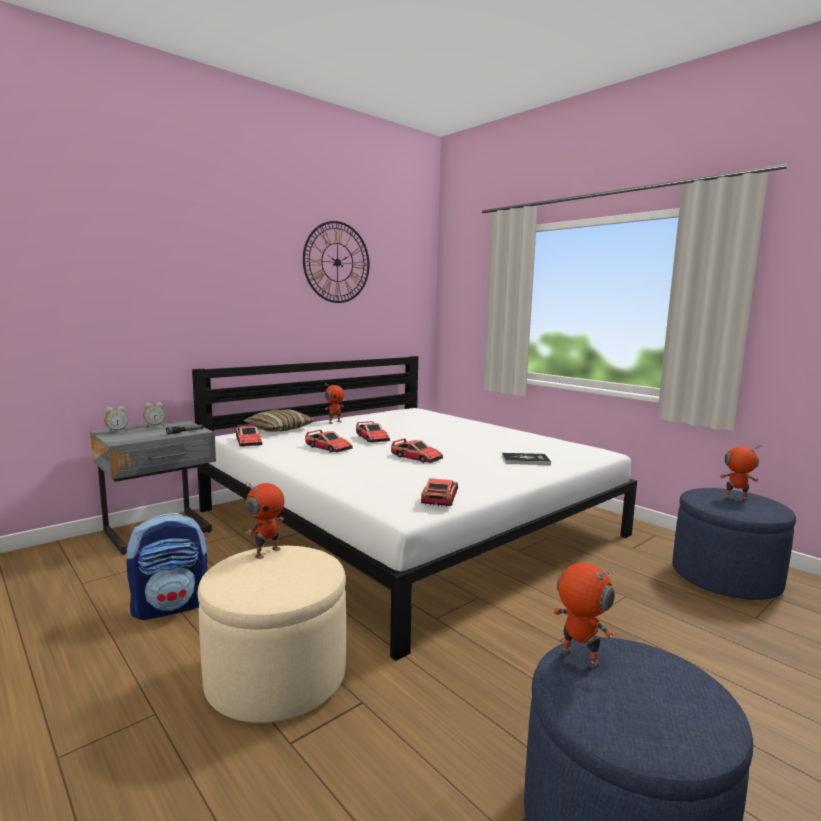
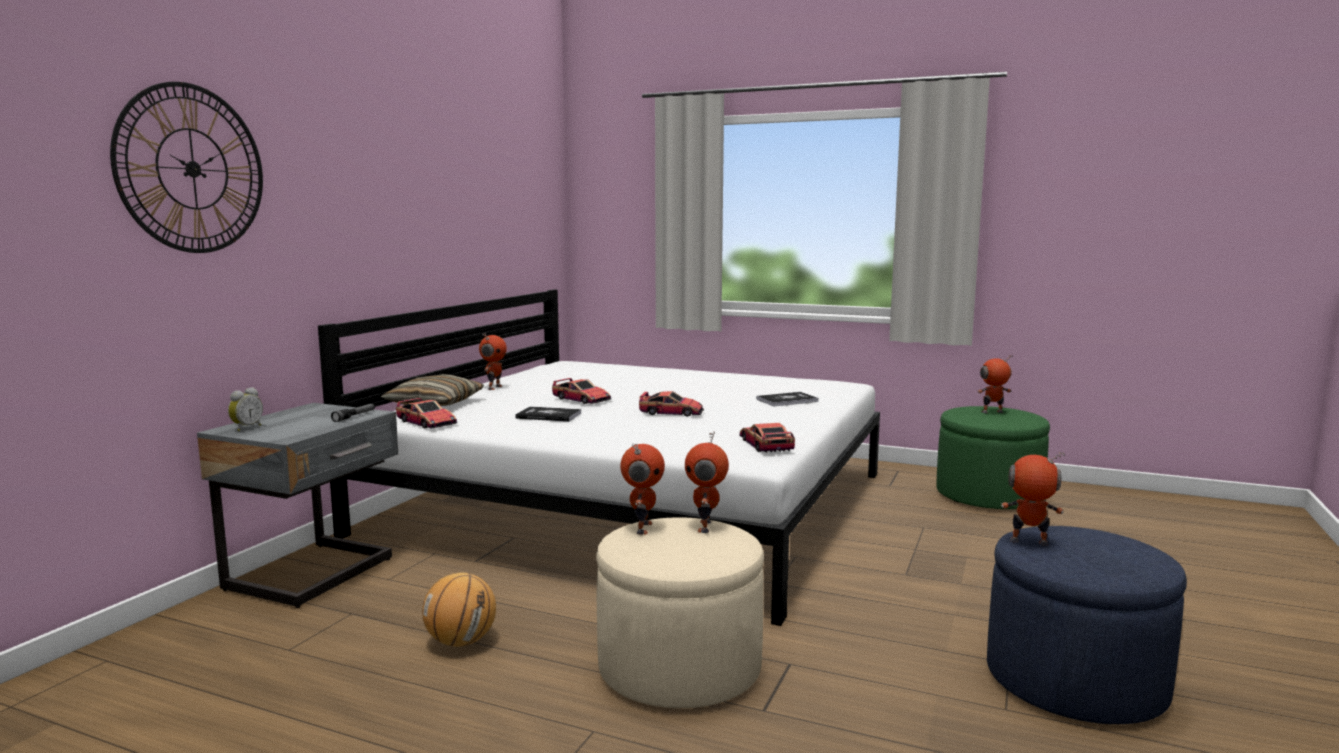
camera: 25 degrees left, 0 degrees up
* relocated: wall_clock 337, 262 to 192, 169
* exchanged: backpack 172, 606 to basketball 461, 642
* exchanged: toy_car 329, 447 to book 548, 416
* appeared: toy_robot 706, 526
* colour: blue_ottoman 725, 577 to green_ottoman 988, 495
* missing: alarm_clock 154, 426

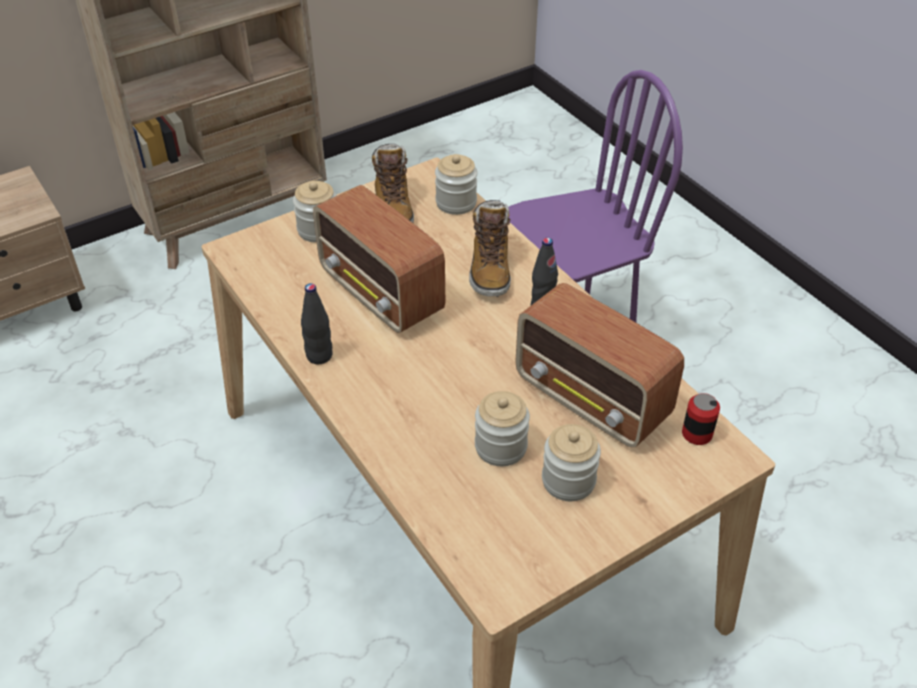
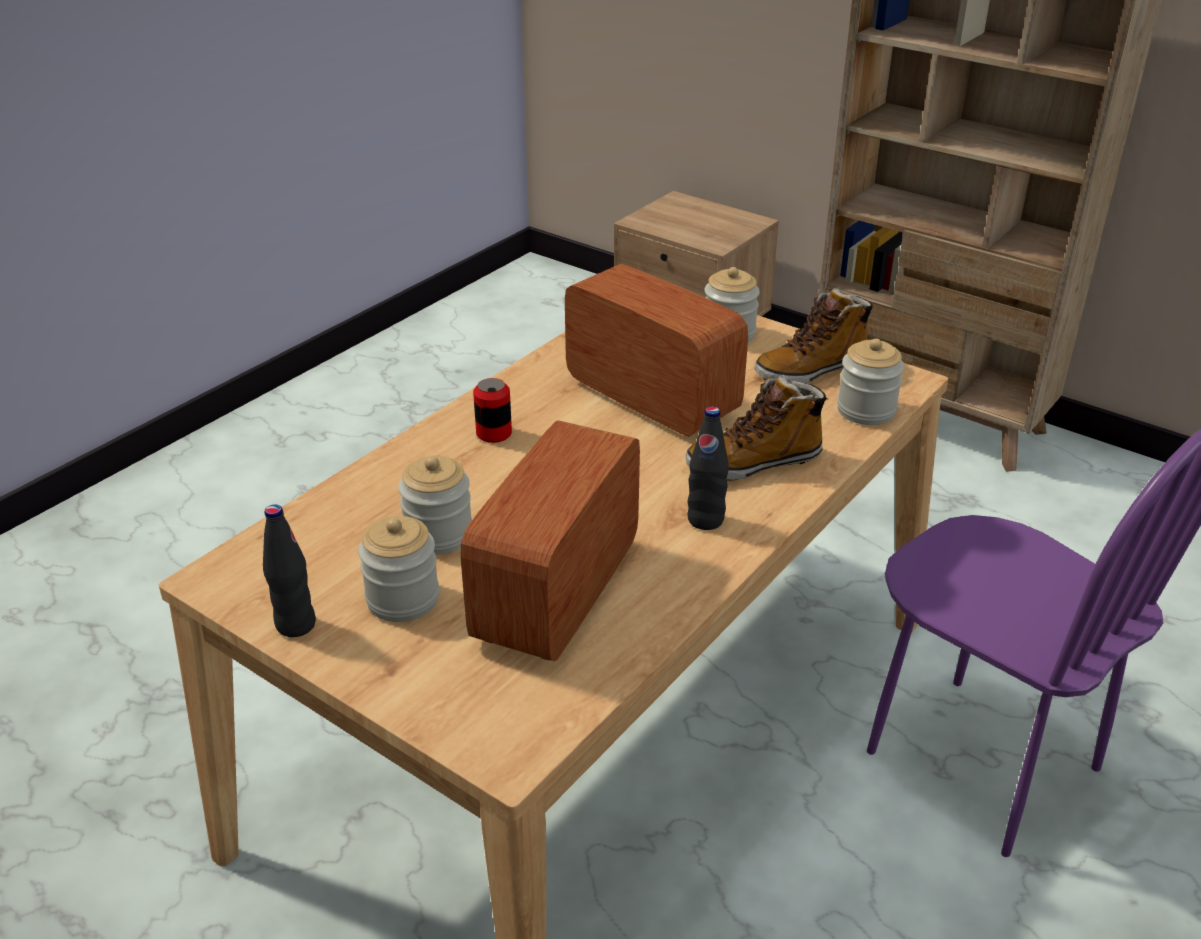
camera: 70 degrees right, 10 degrees down
* relocated: black_bottle 319, 356 to 295, 625
* relocated: can 697, 434 to 494, 433
* spun: radio 382, 294 = 650, 398 105 degrees clockwise

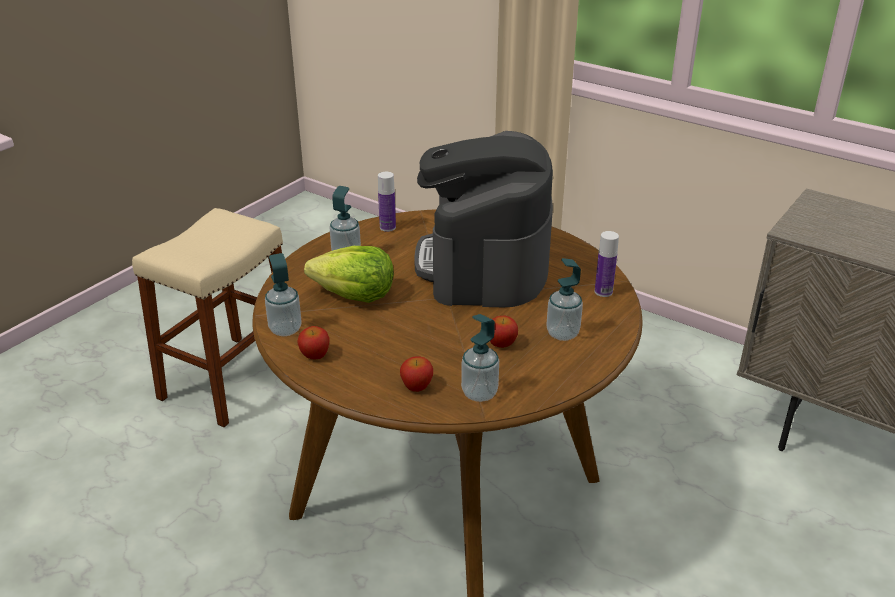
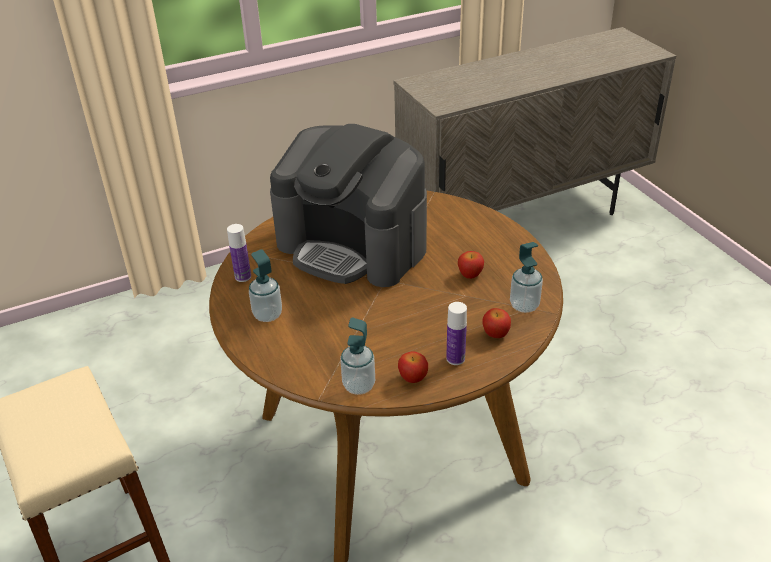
camera: 60 degrees left, 5 degrees up
* relocated: bottle 603, 292 to 455, 358
* missing: lettuce 355, 295
* missing: soap_dispenser 562, 333

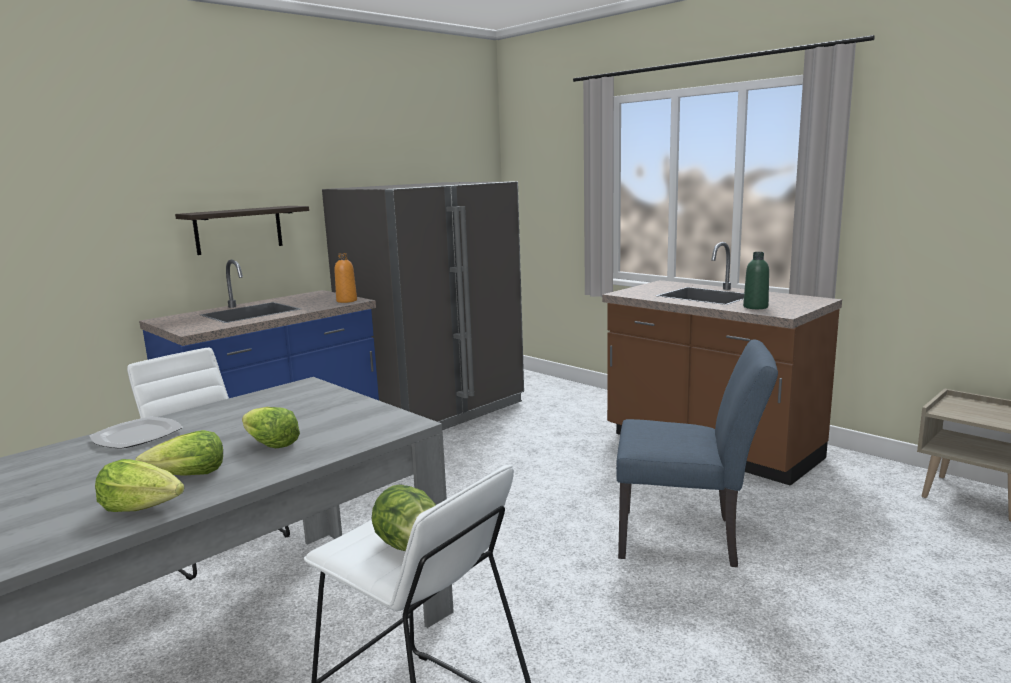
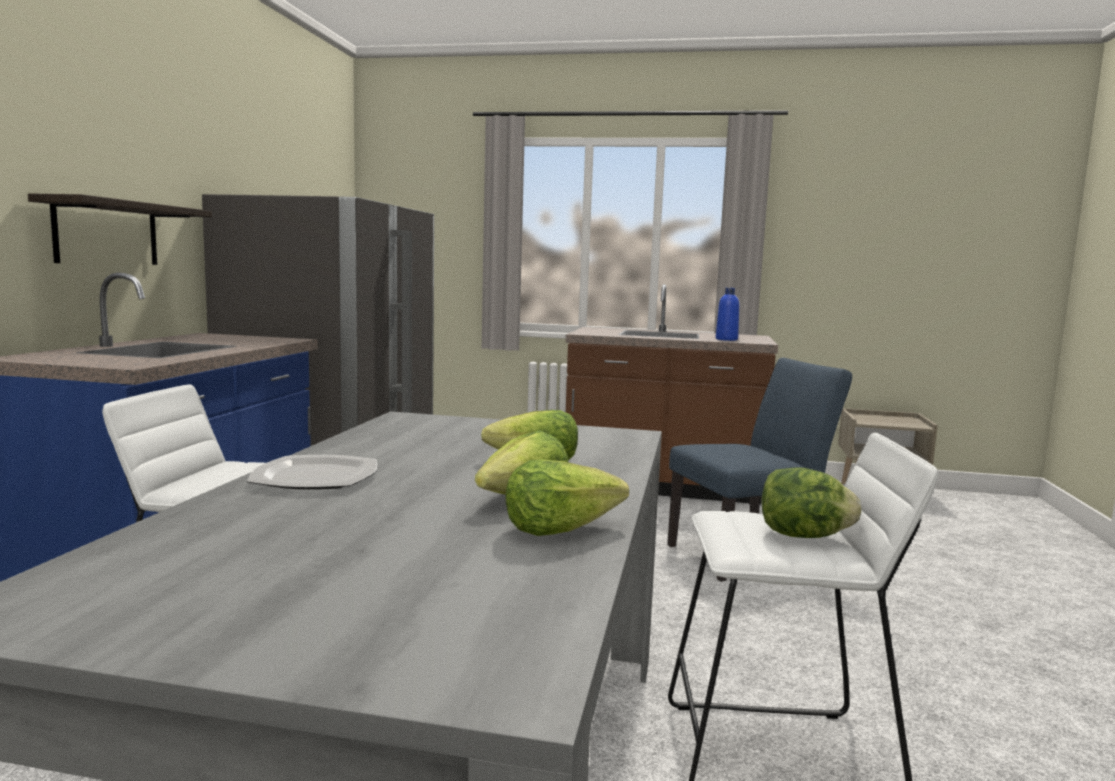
camera: 35 degrees left, 5 degrees down
* colour: green_bottle 755, 307 to blue_bottle 726, 339
* missing: orange_bottle 346, 301

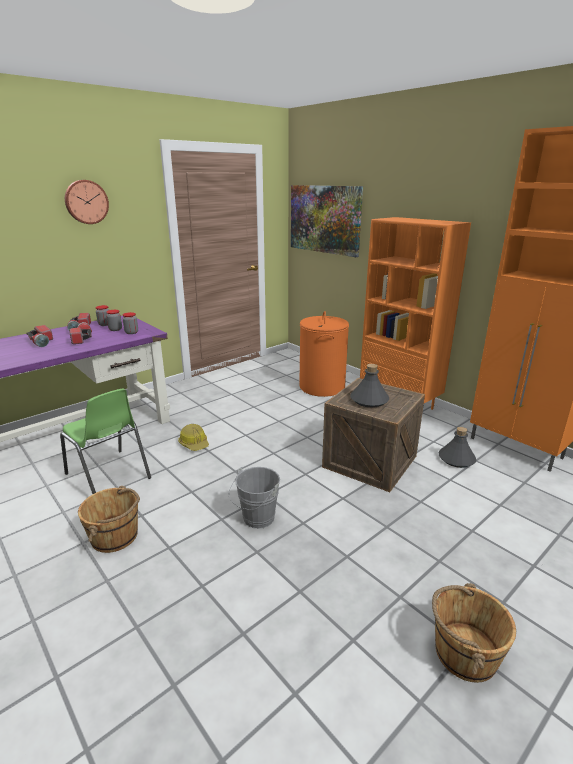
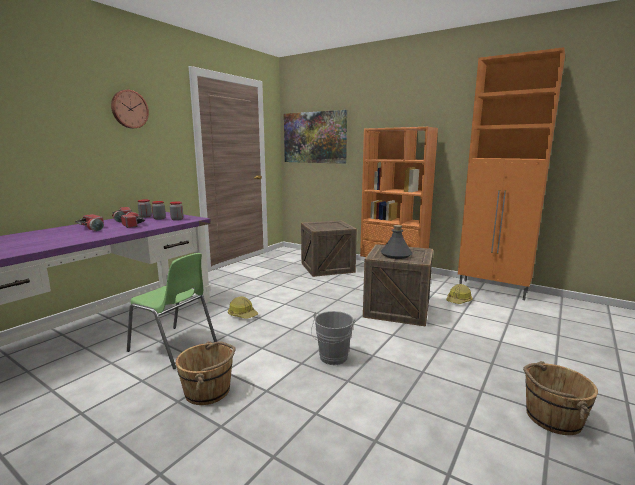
camera: 15 degrees left, 10 degrees down
* exchanged: orange_laundry_basket 321, 387 to crate 327, 267
* exchanged: grey_bottle 456, 459 to hard_hat 458, 300

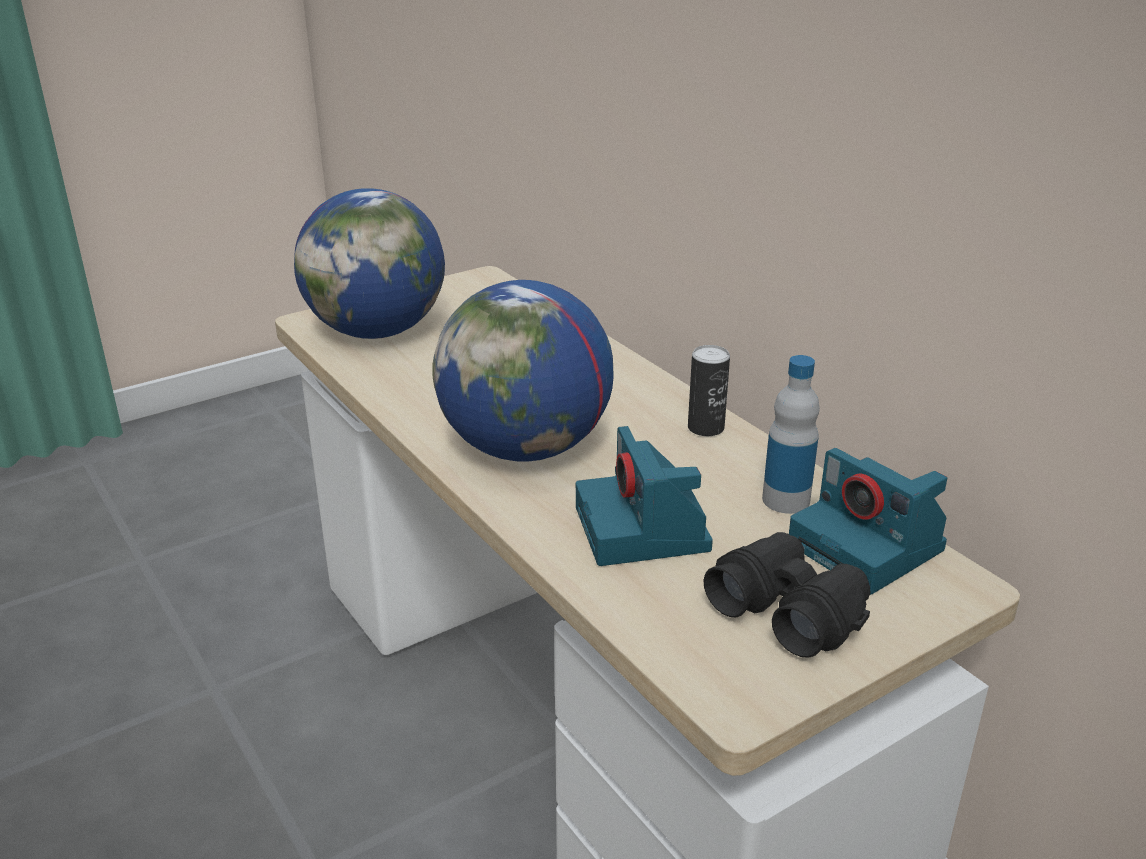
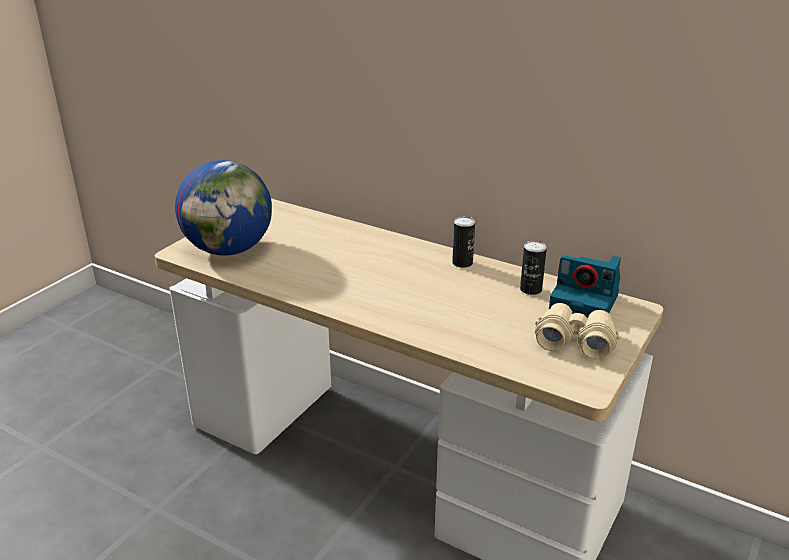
camera: 25 degrees left, 0 degrees up
* exchanged: bottle 786, 500 to can 530, 289
* colour: black_binoculars 788, 610 to beige_binoculars 574, 340
* missing: globe 526, 448
* missing: photo_camera 644, 530

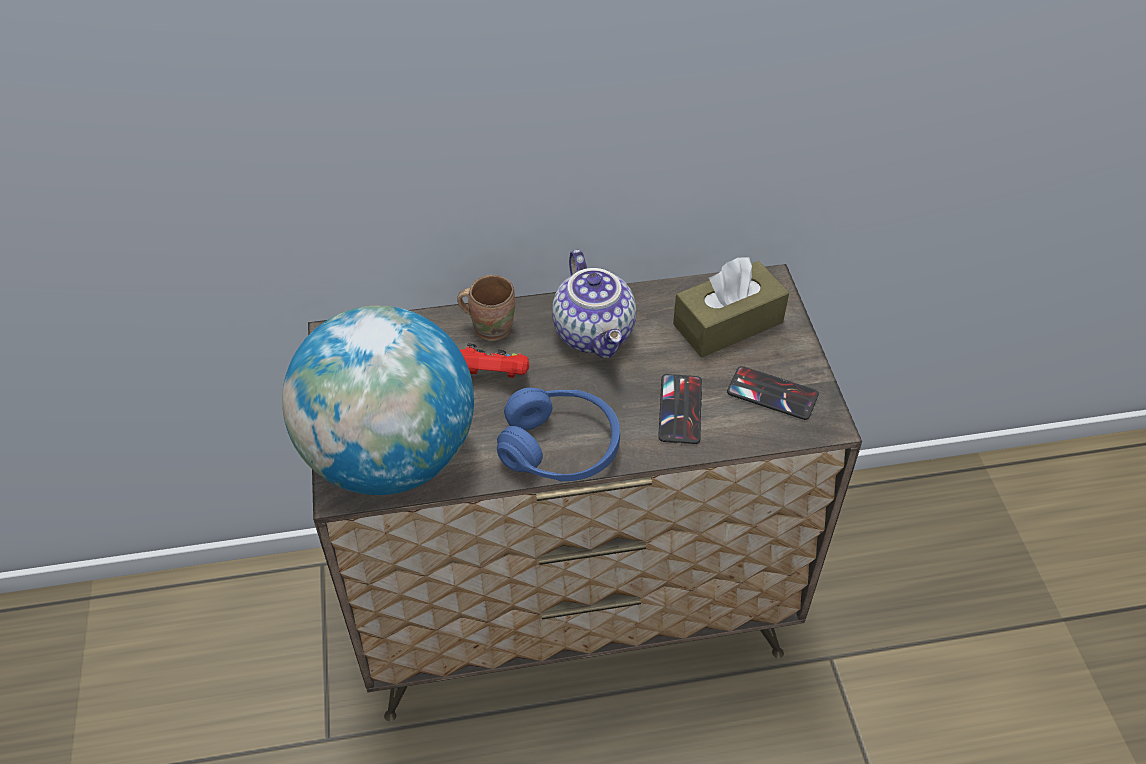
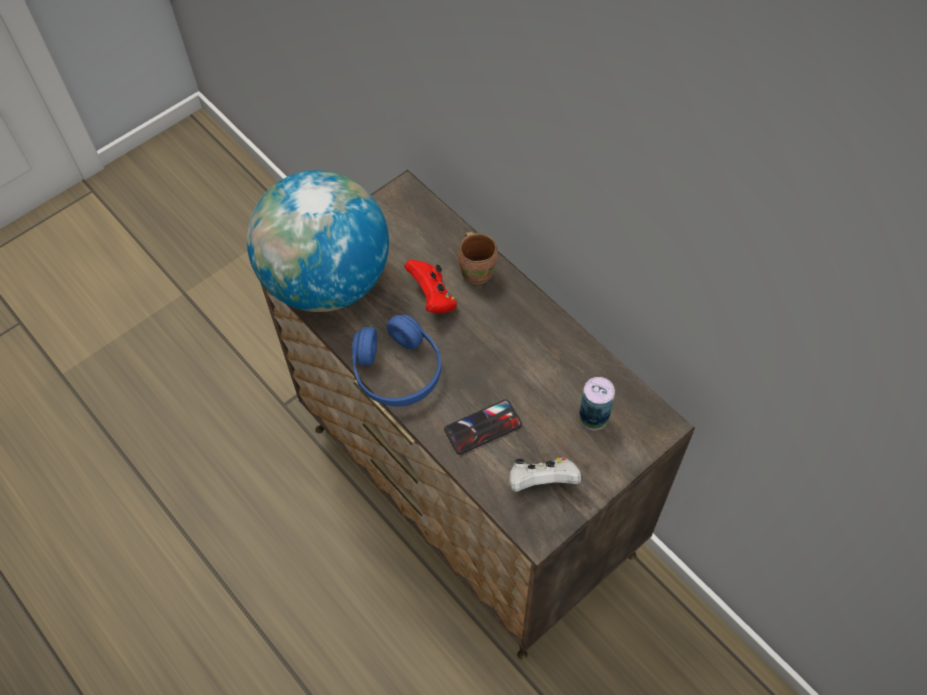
camera: 60 degrees right, 10 degrees up
* exchanged: phone 772, 393 to white_game_controller 542, 482
* exchanged: brown_tissue_box 728, 323 to can 593, 417
* missing: teapot 596, 334

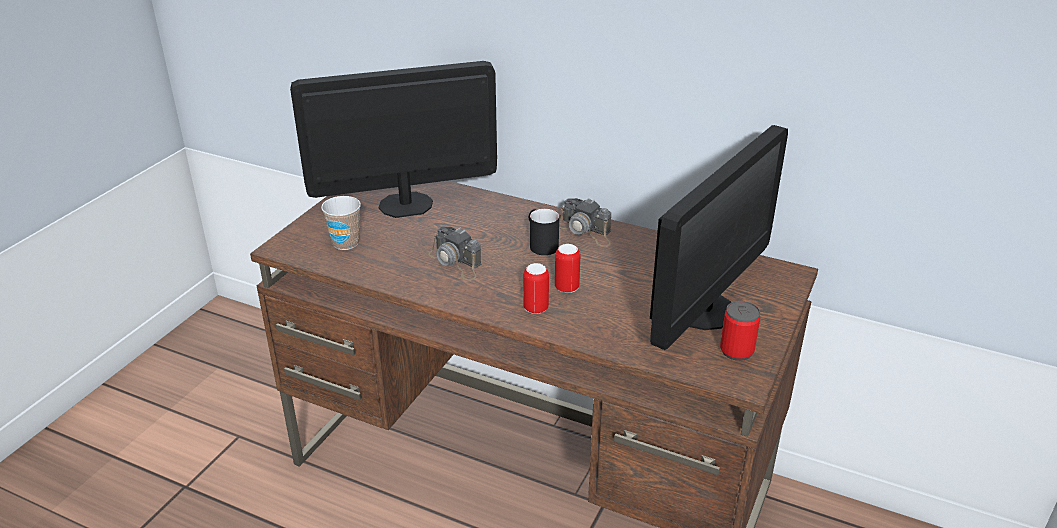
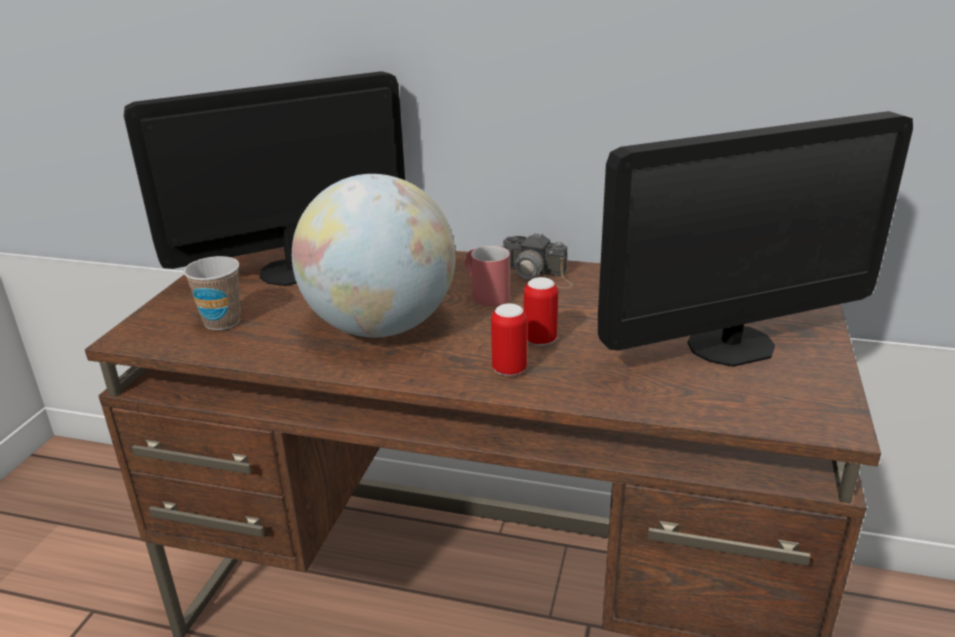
camera: 10 degrees left, 5 degrees down
* exchanged: photo_camera 456, 262 to globe 381, 327
* colour: black_mug 540, 244 to red_mug 485, 294
* spun: monitor 704, 311 = 730, 345 45 degrees clockwise
* missing: can 736, 351

